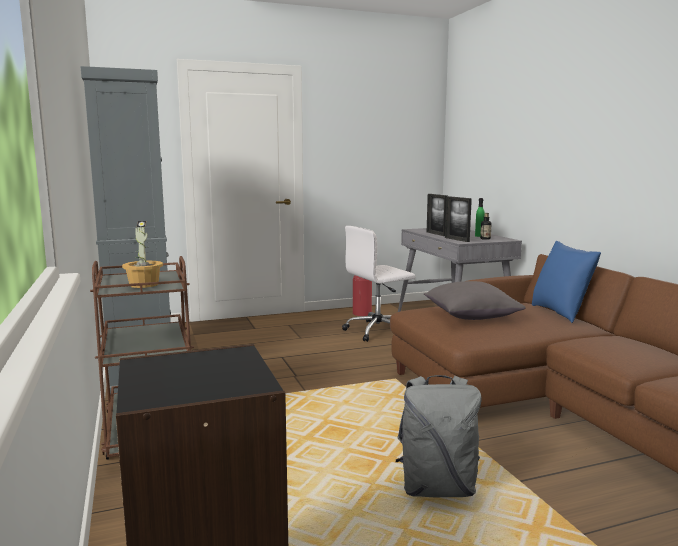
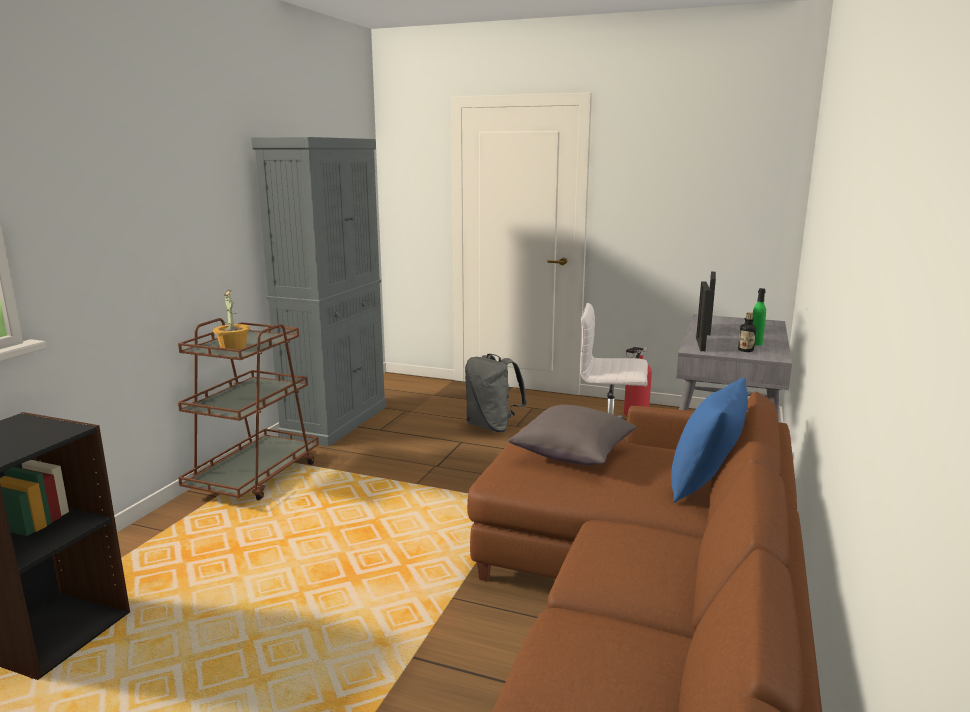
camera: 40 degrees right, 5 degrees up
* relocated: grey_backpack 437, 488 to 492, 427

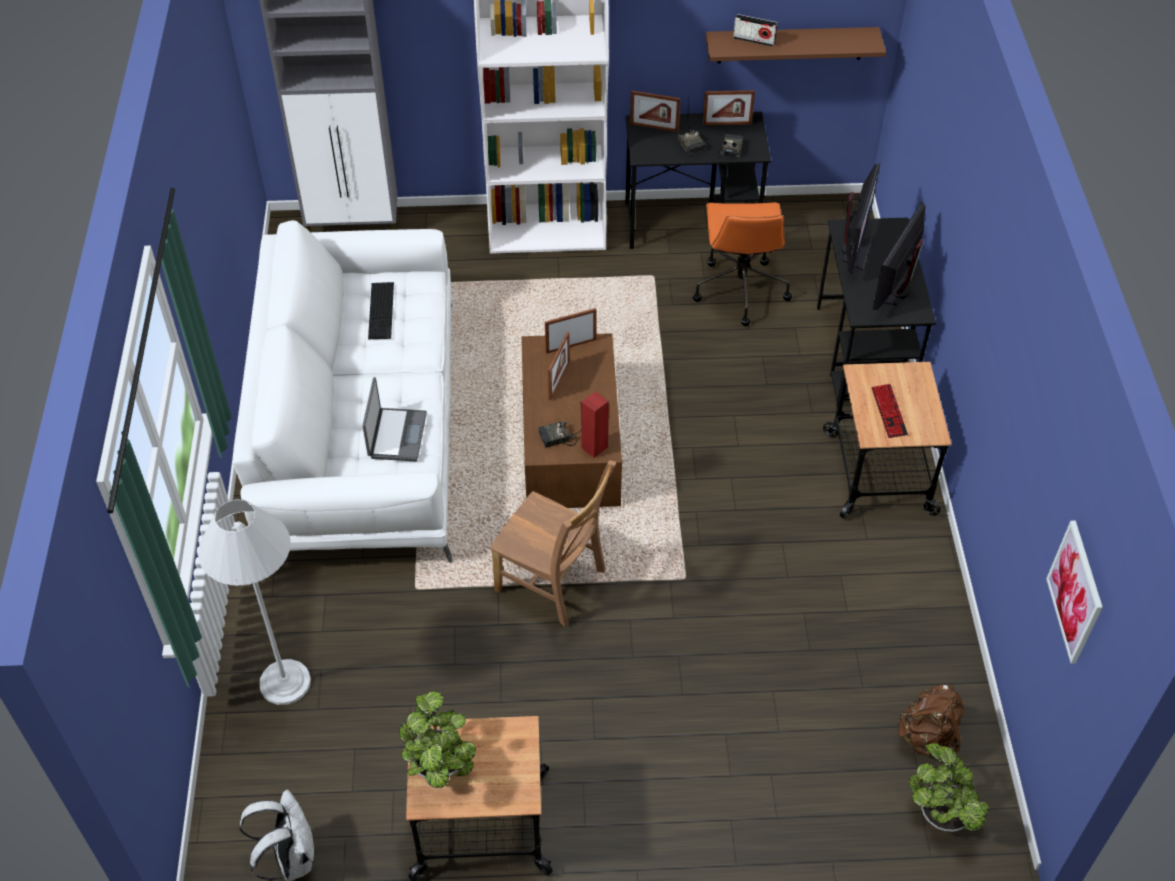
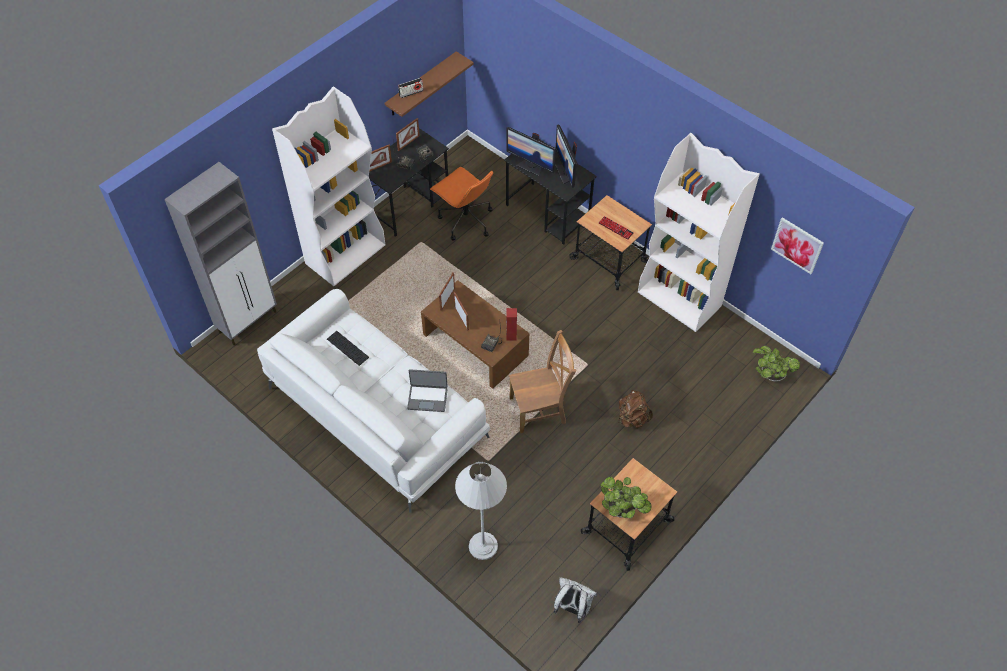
camera: 45 degrees left, 5 degrees up
* spun: laptop 396, 435 = 427, 398 135 degrees clockwise
* spun: monitor 855, 251 = 531, 166 150 degrees clockwise
* relocated: brown_backpack 928, 737 to 632, 418
* appeared: white_bookcase 680, 299

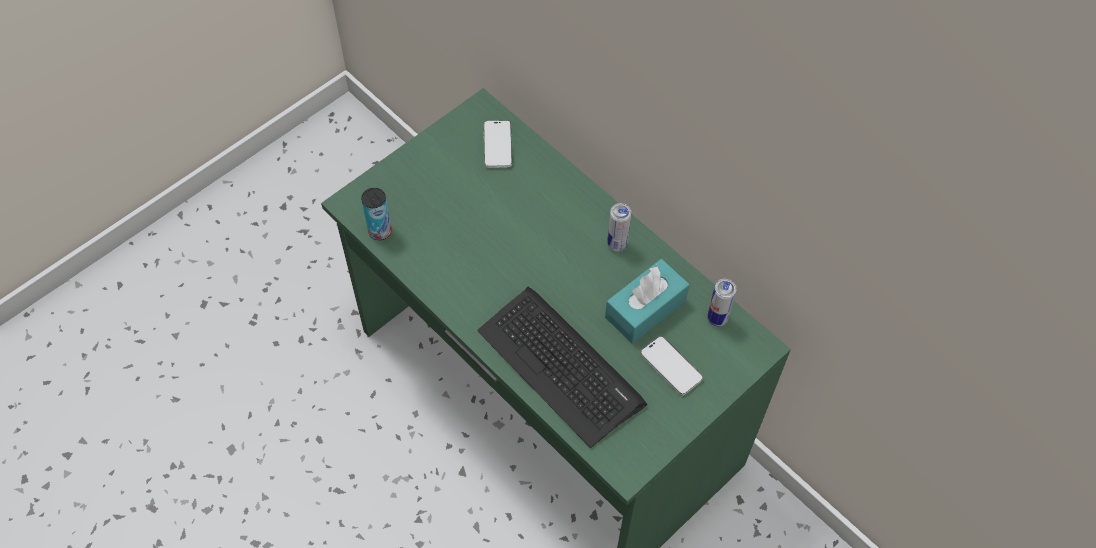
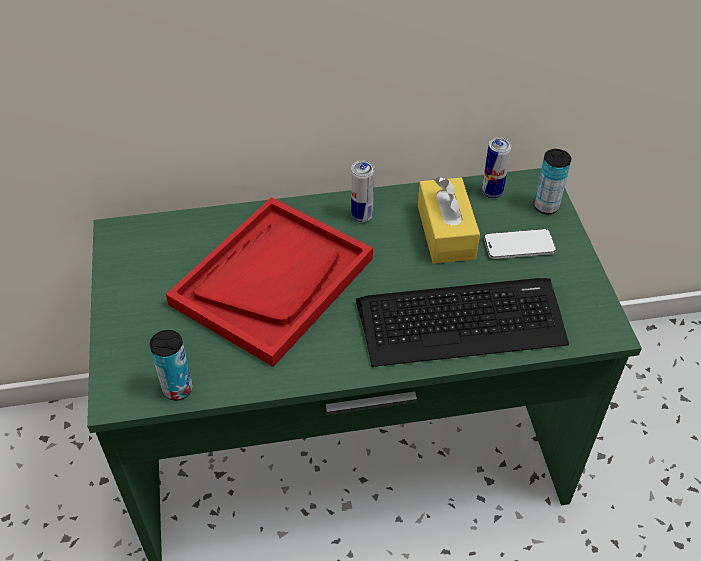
camera: 55 degrees left, 10 degrees down
* appeared: red_tray 272, 281
* colour: turquoise_tissue_box 645, 309 to yellow_tissue_box 446, 232
* appeared: can 546, 206
* missing: phone 497, 145

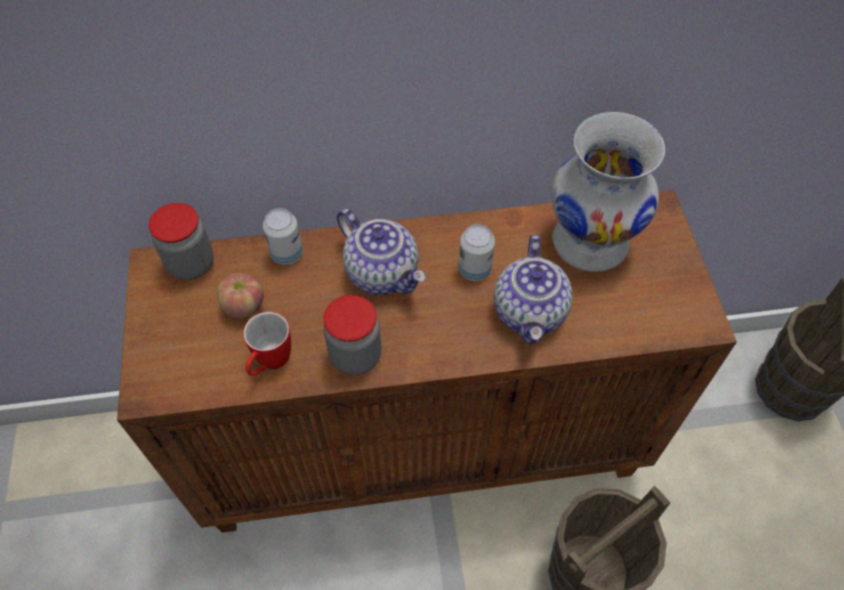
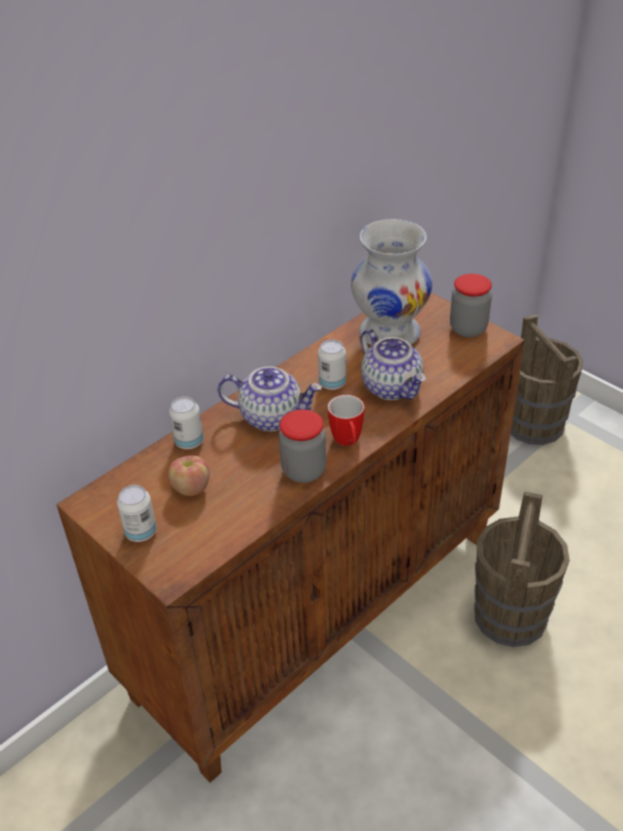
camera: 35 degrees left, 15 degrees down
* appeared: can 141, 532
* relocated: mug 270, 364 to 348, 443
* relocated: jar 191, 264 to 468, 329

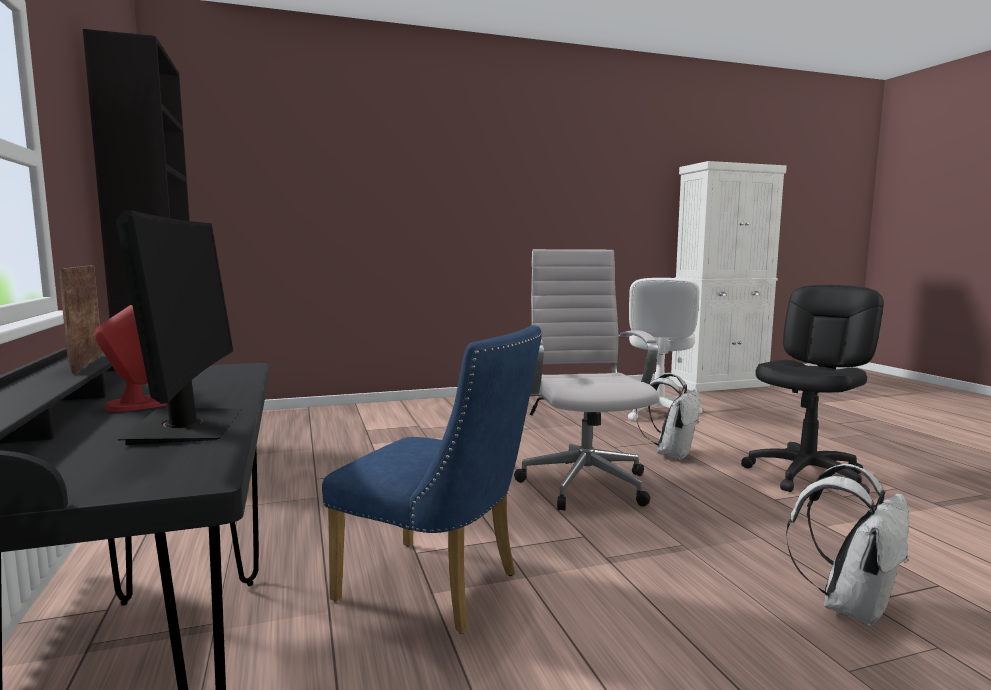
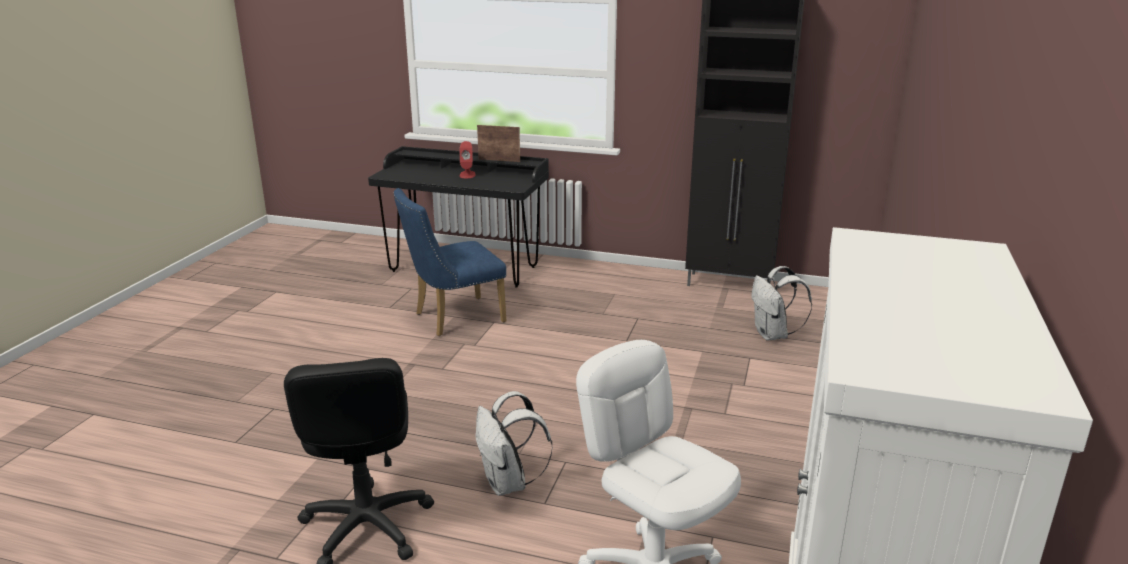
camera: 125 degrees right, 15 degrees up
* relocated: white_backpack 850, 606 to 773, 335
* missing: monitor 187, 427
* missing: white_office_chair 583, 482

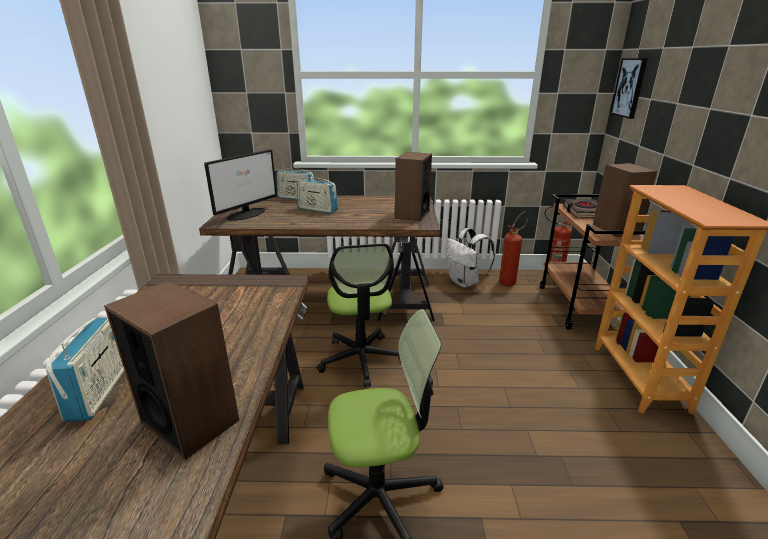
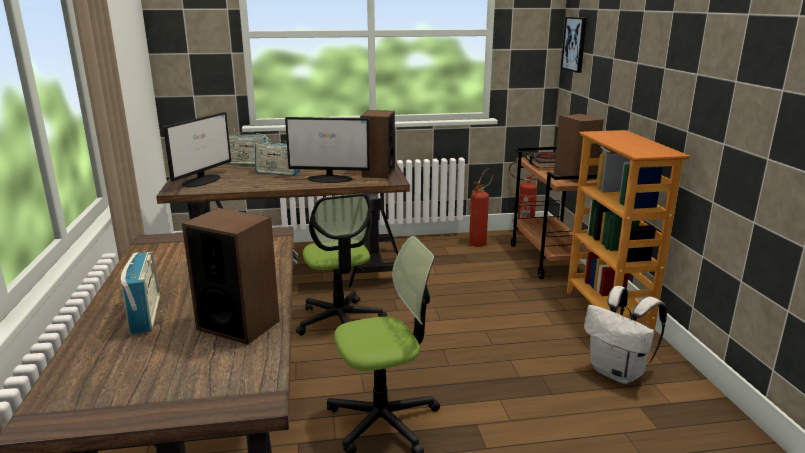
camera: 10 degrees left, 5 degrees down
* appeared: monitor 330, 179
* relocated: white_backpack 465, 282 to 618, 373

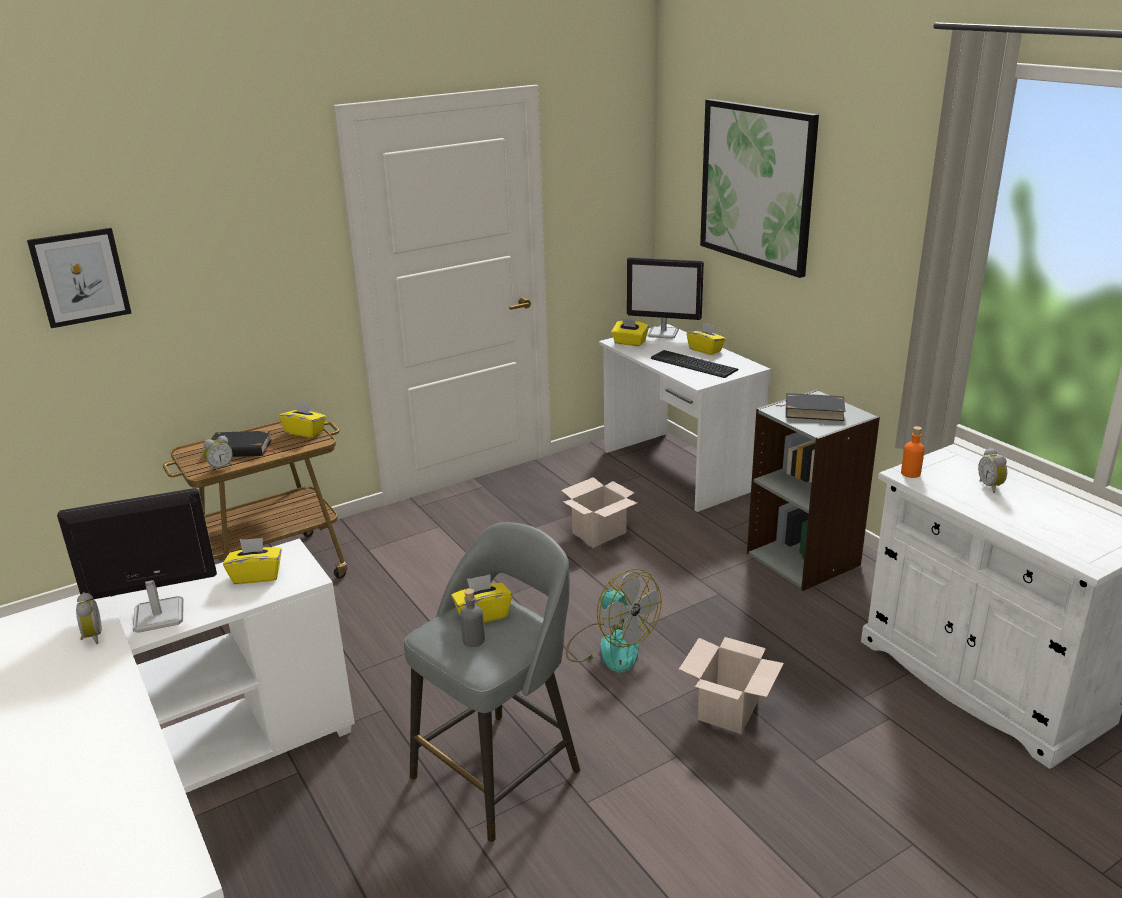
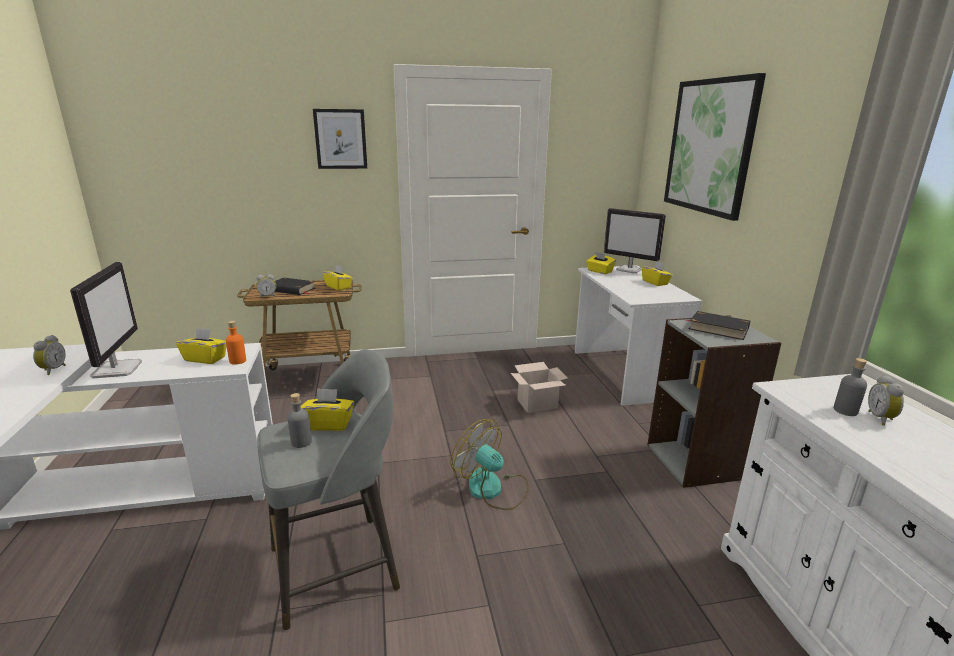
camera: 20 degrees right, 5 degrees down
* spun: monitor 157, 616 = 117, 369 75 degrees clockwise
* relocated: orange_bottle 910, 473 to 238, 361
* relocated: picture 80, 277 to 340, 139
* spun: fan 610, 646 = 492, 489 150 degrees clockwise
* appeared: grey_bottle 845, 410
* missing: keyboard 693, 365
* missing: cardboard_box 729, 711

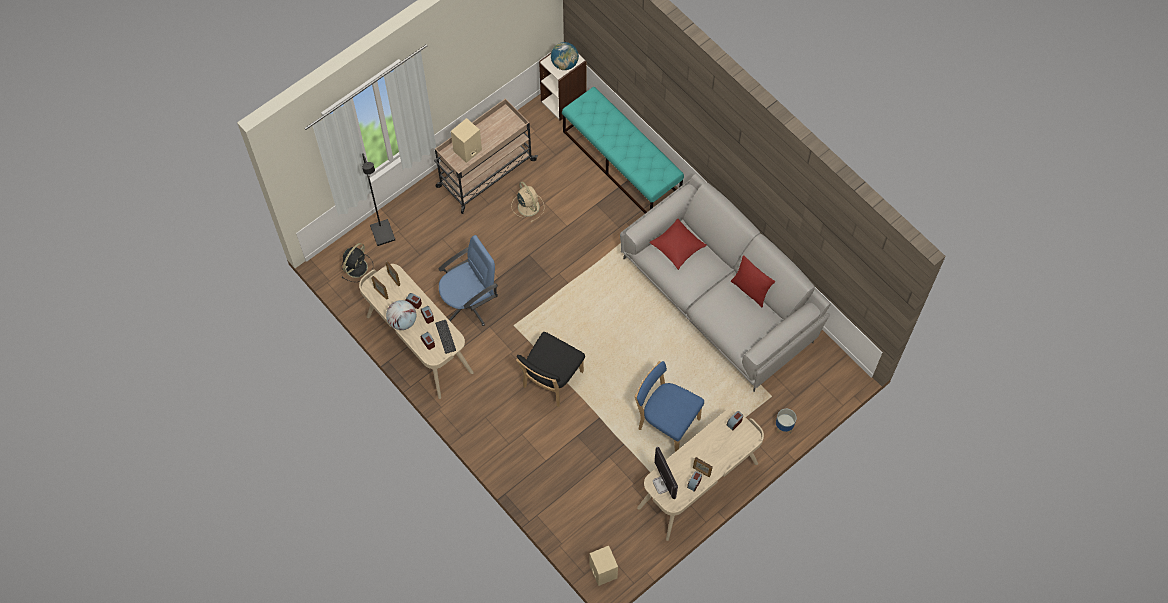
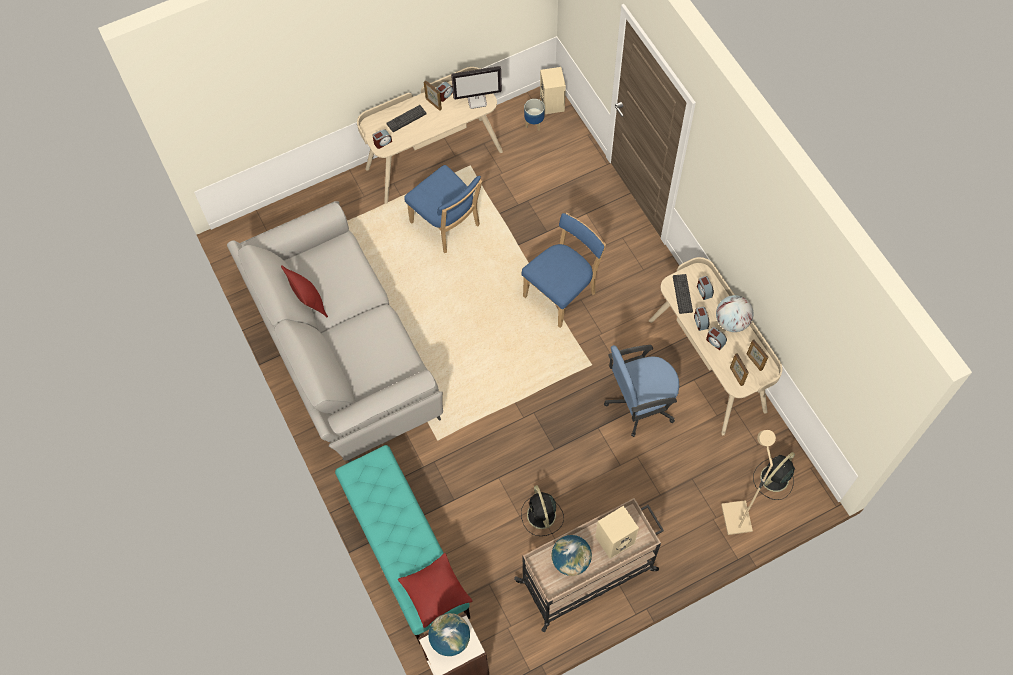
camera: 165 degrees left, 0 degrees up
* appeared: keyboard 406, 118
* relocated: red_pillow 677, 246 to 435, 592
* spun: monitor 662, 484 = 477, 100 90 degrees counterclockwise
* colour: black_chair 550, 381 to blue_chair 562, 293
* colour: beige_fan 528, 206 to black_fan 541, 516
* relocated: planter 783, 427 to 534, 123
* appeared: globe 570, 560
* colour: black_floor_lamp 383, 233 to beige_floor_lamp 735, 518

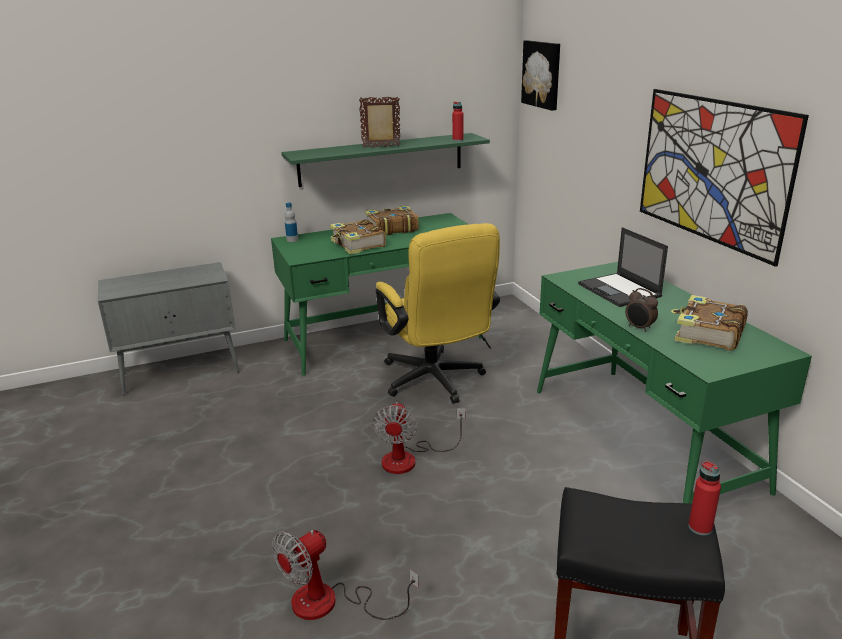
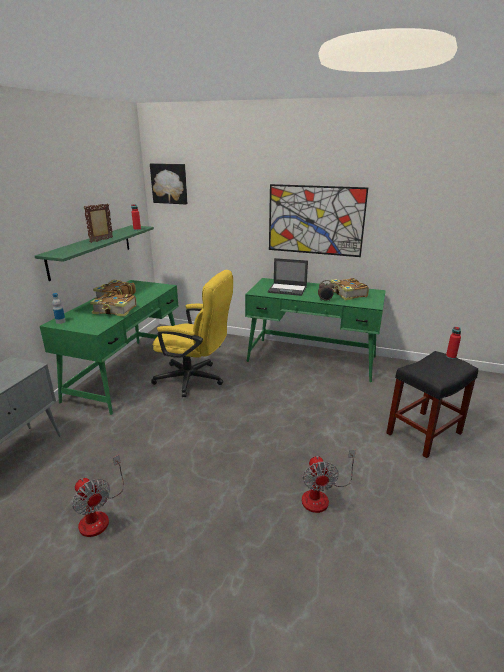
camera: 50 degrees left, 0 degrees up
* relocated: fan 410, 458 to 99, 515

